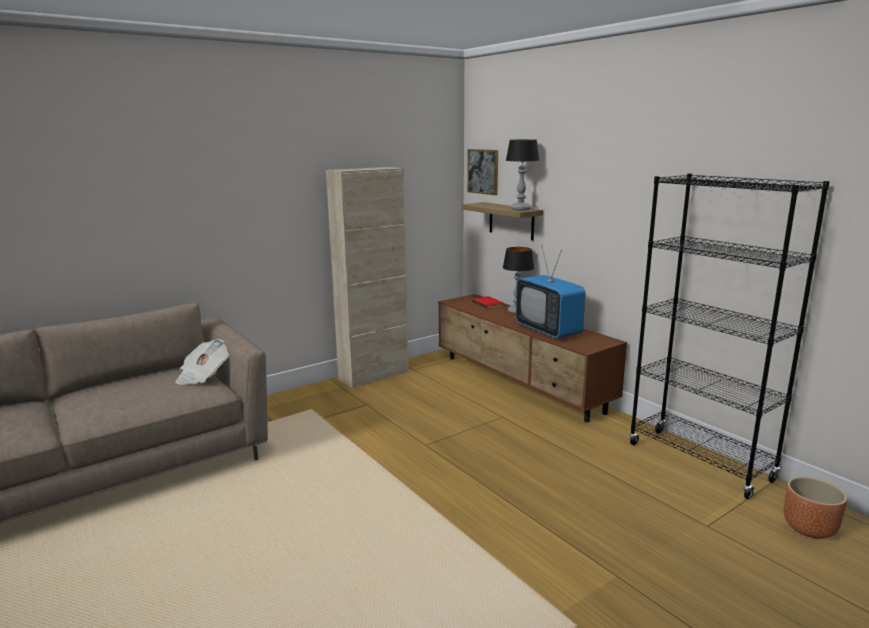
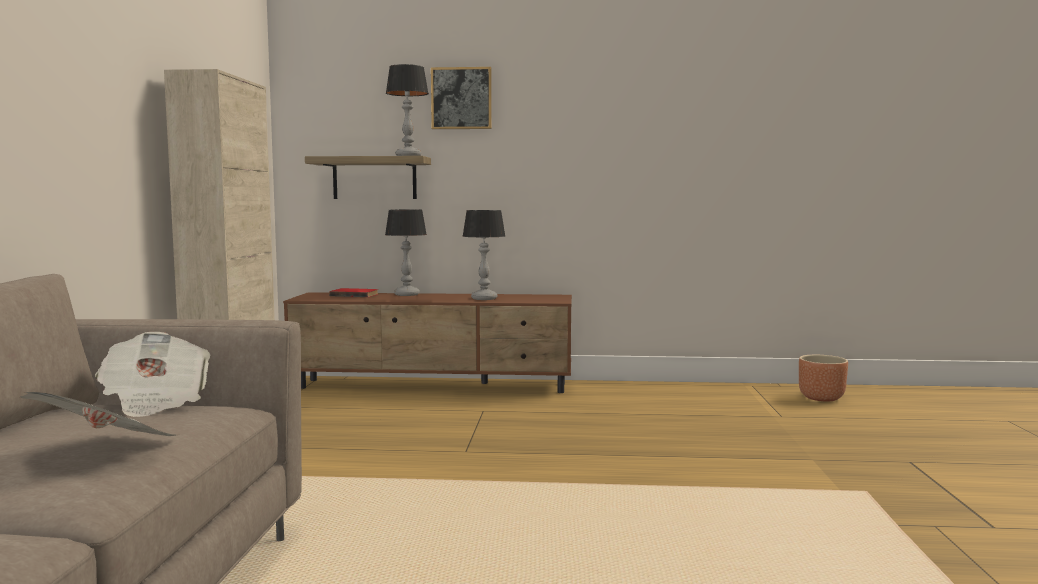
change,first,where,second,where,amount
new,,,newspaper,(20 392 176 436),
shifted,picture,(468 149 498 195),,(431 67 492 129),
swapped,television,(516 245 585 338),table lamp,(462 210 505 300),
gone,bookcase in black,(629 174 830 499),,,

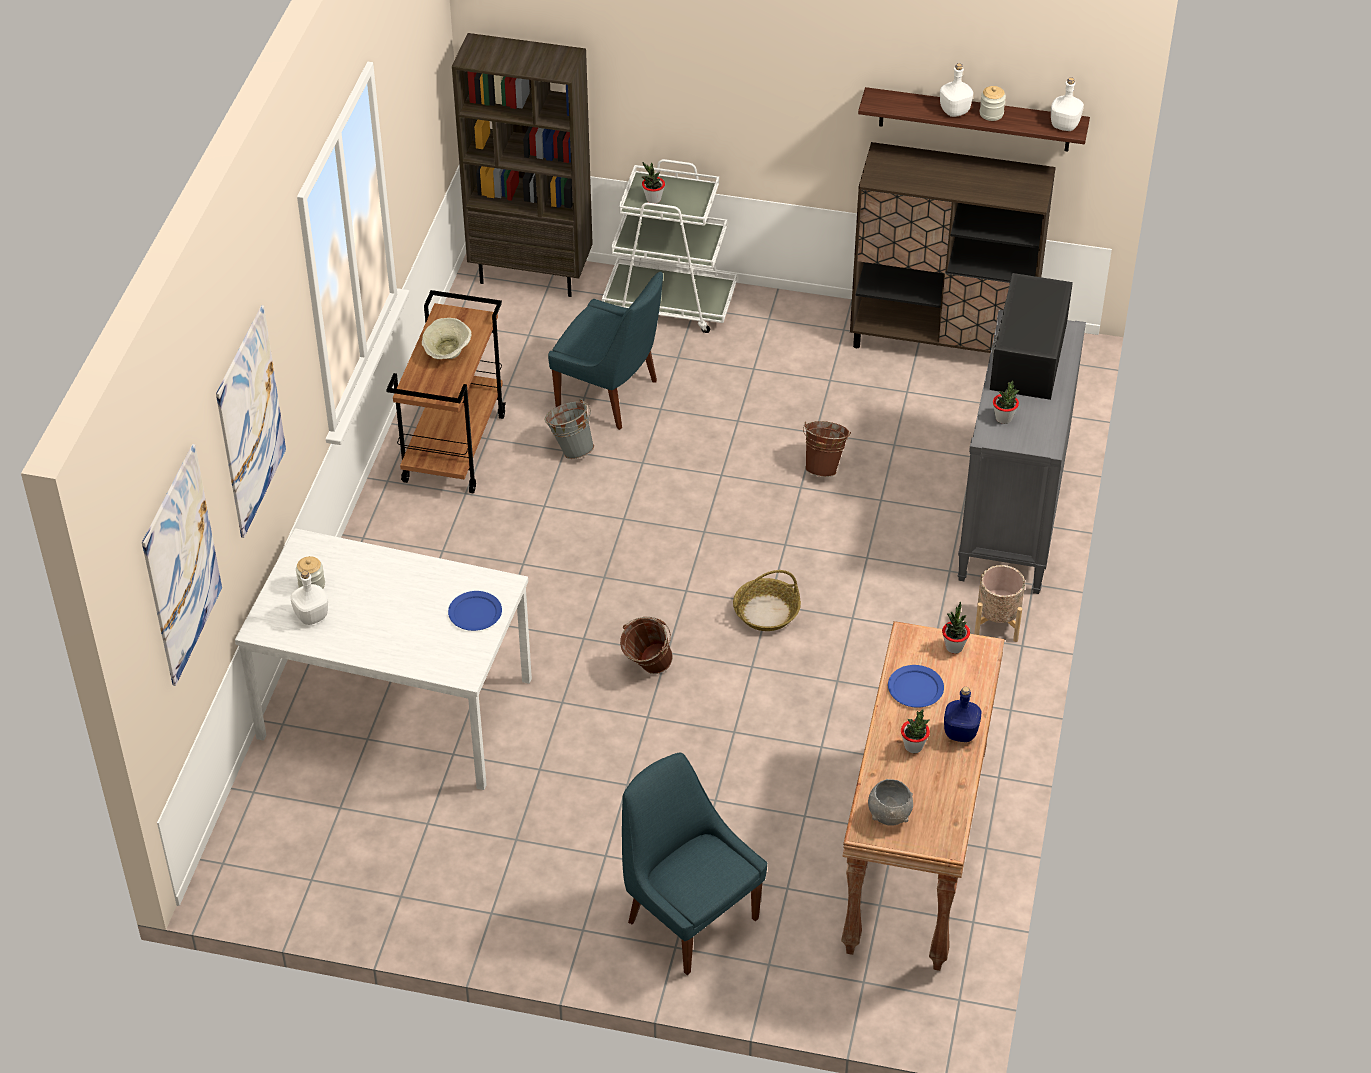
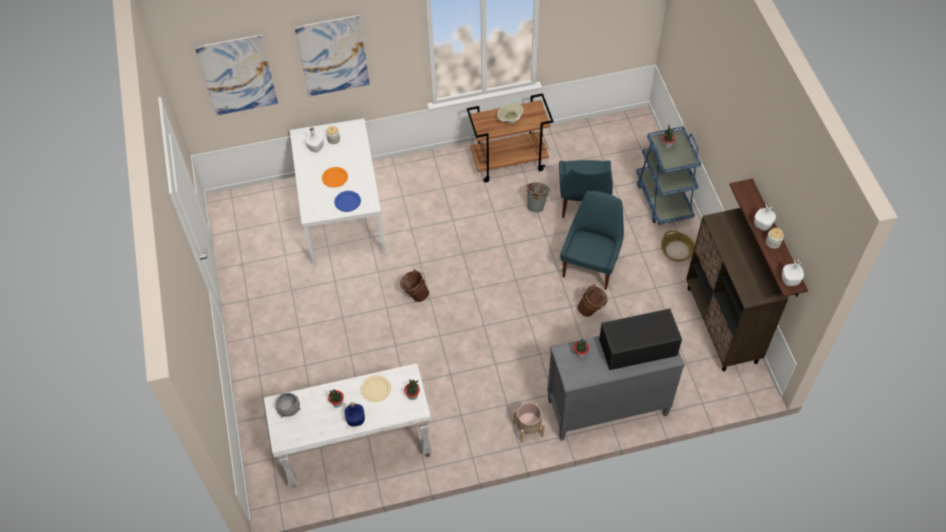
change,first,where,second,where,amount
repainted,console table in brown,(841 621 1005 971),console table in white,(264 363 432 488),
new,,,plate in orange,(322 167 348 188),
repainted,plate in blue,(888 665 944 708),plate in beige,(361 375 391 402),
shifted,chair in blue,(622 753 767 975),,(560 191 624 290),
repainted,cart in white,(602 159 737 333),cart in blue,(636 126 701 225),
shifted,basket,(733 570 801 631),,(661 230 695 261),
gone,bookcase in brown,(452 33 593 297),,,

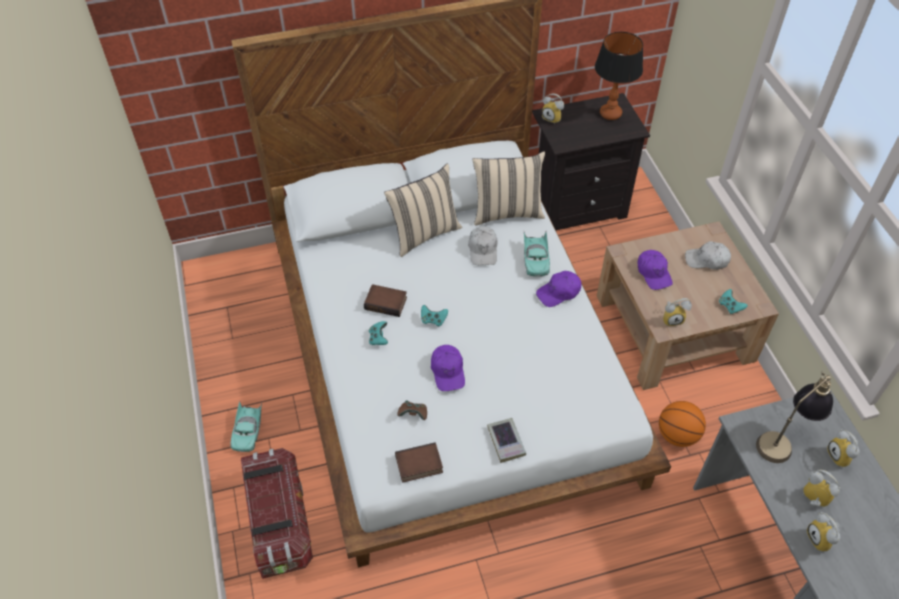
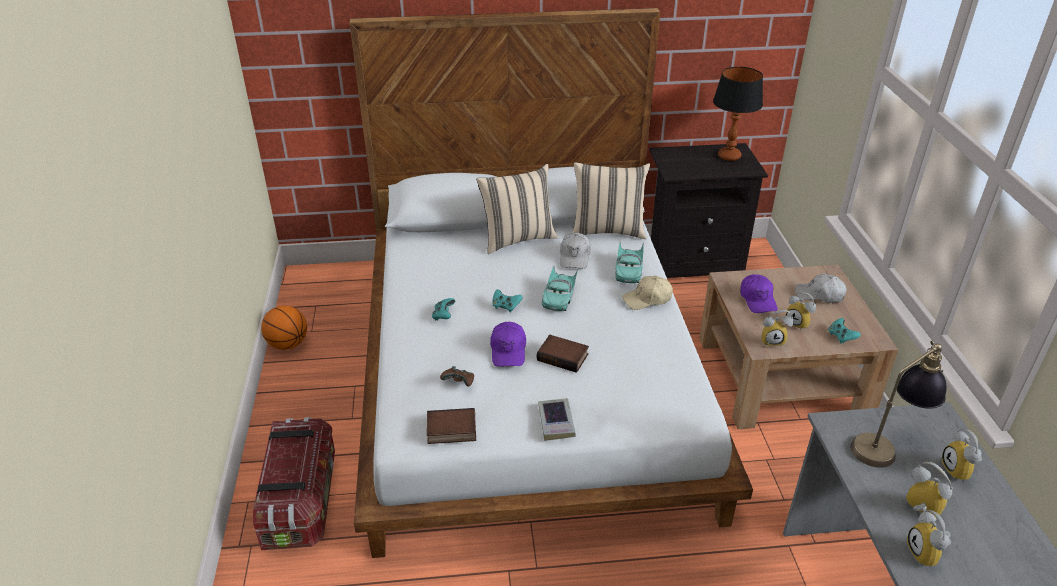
change,first,where,second,where,amount
shifted,basketball,(659 401 706 447),,(261 305 307 350),
shifted,book,(364 284 407 317),,(537 335 589 373),
shifted,toy car in turquoise,(230 401 262 452),,(542 266 578 311),
repainted,cap in purple,(536 271 581 307),cap in beige,(622 276 673 310),
shifted,alarm clock,(542 94 564 124),,(786 292 816 330),

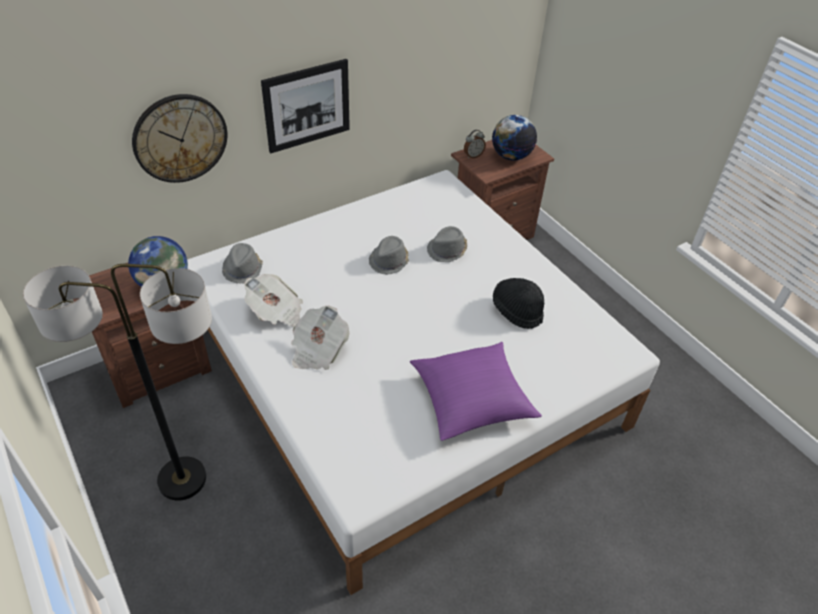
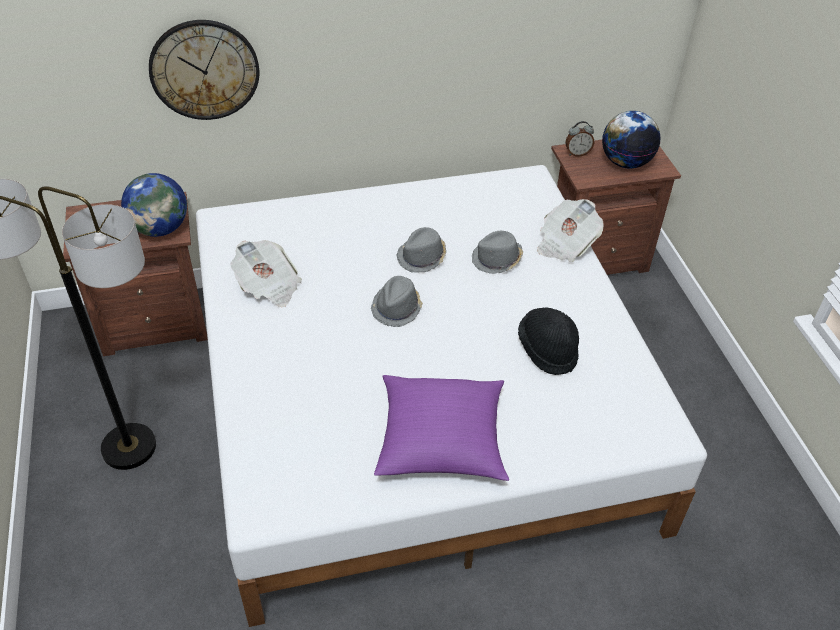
change,first,where,second,where,amount
shifted,hat in grey,(222 243 263 284),,(371 276 423 327),
shifted,newspaper,(291 306 349 370),,(537 199 604 262),
gone,picture,(261 59 350 153),,,

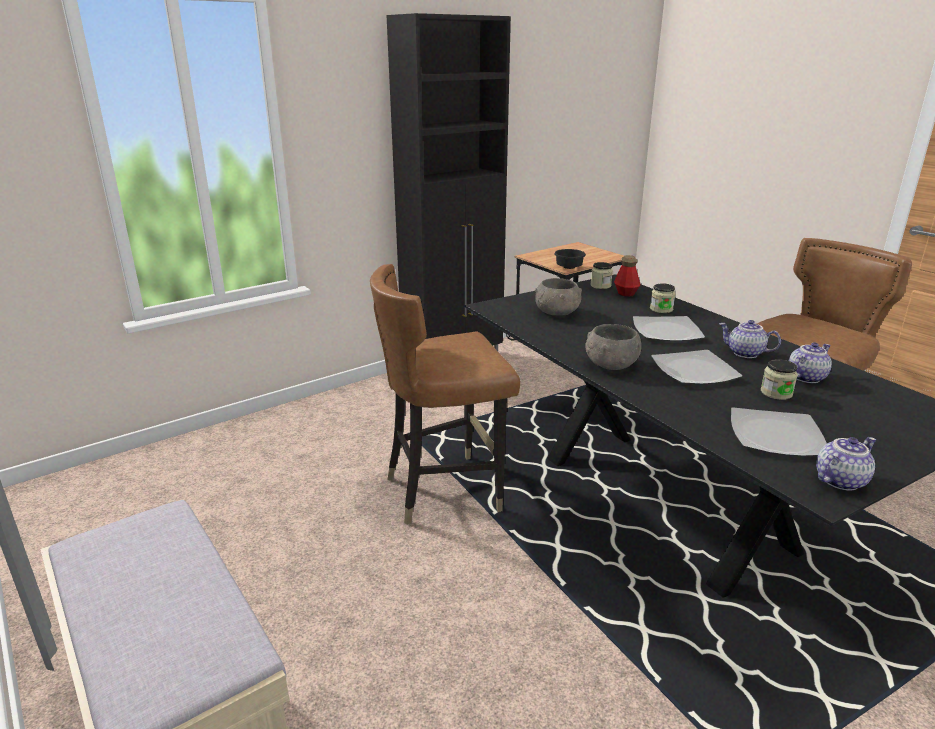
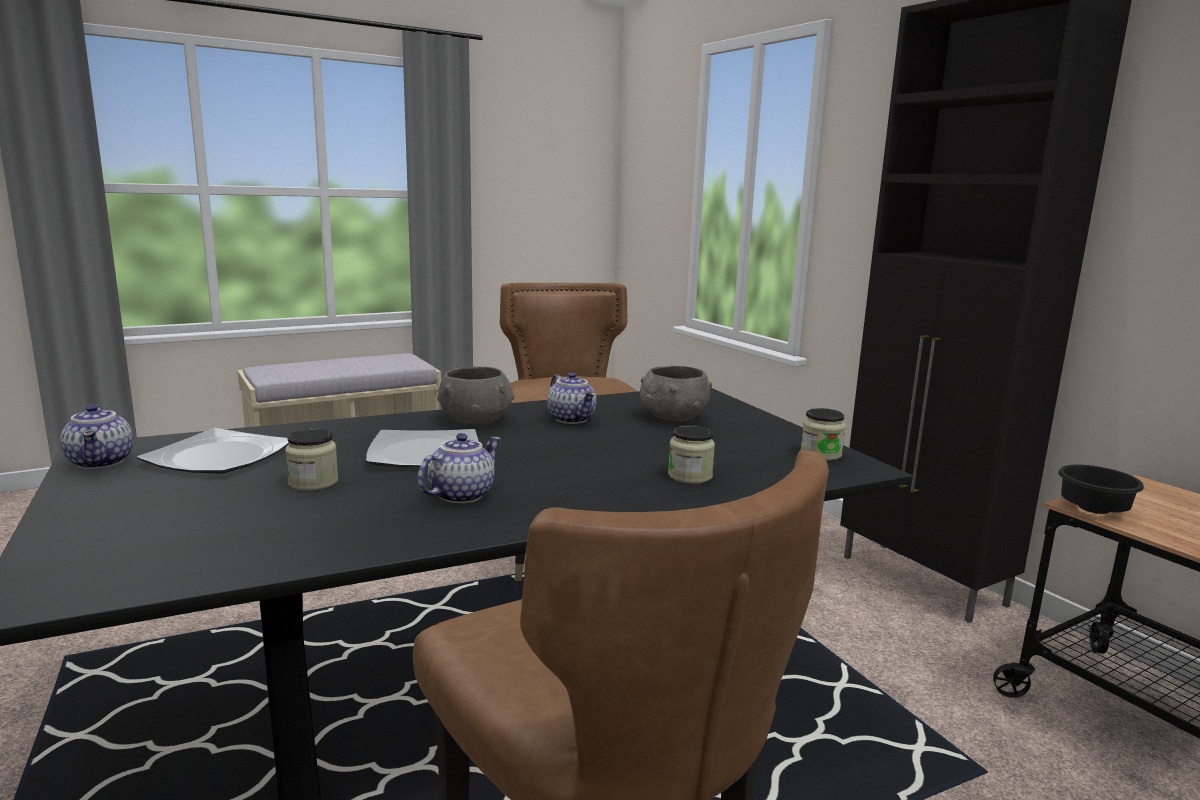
change,first,where,second,where,amount
shifted,teapot,(789 342 832 383),,(547 372 597 424),
gone,bottle,(614 255 641 297),,,
gone,plate,(633 316 705 341),,,

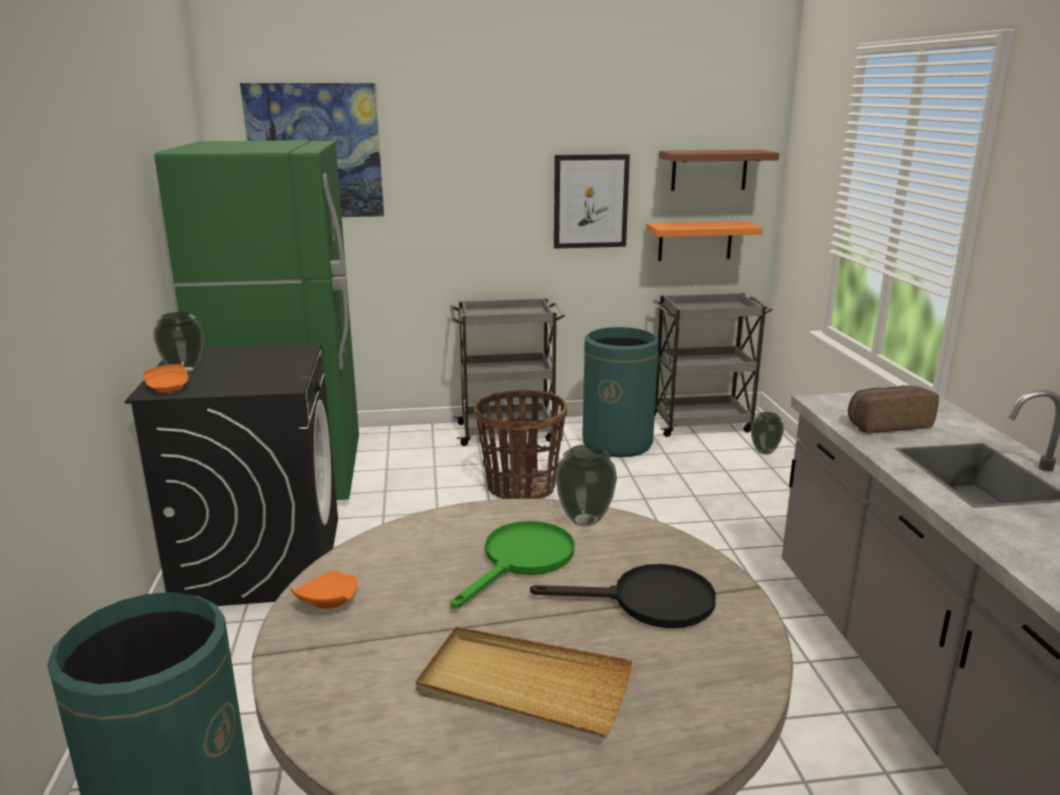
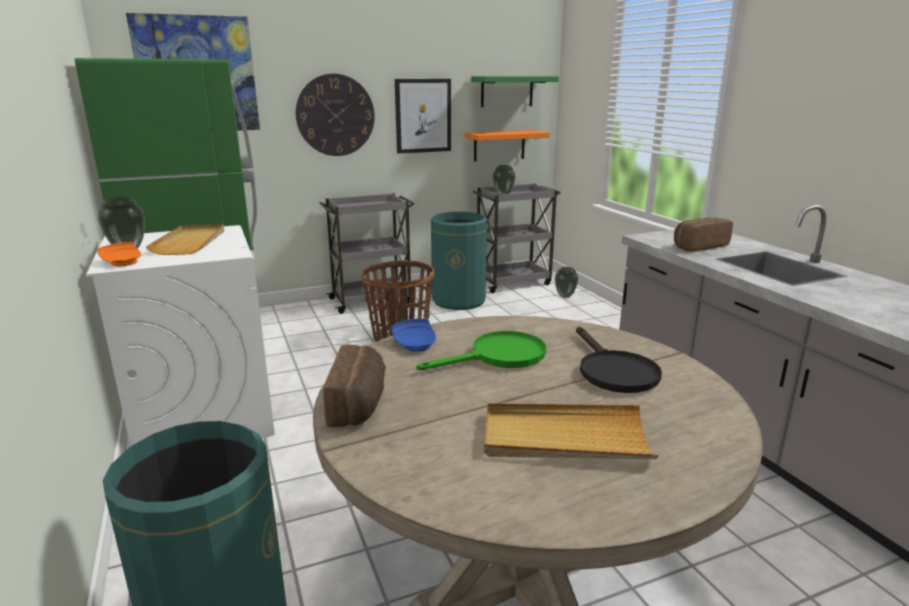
change,first,where,second,where,amount
repainted,washing machine in black,(125 343 338 606),washing machine in white,(86 225 275 447),
new,,,tray in beige,(146 224 224 255),
new,,,wall clock,(296 74 375 156),
swapped,plate in orange,(290 571 358 609),bread,(323 345 386 427),
new,,,plate in blue,(391 319 436 352),
rotated,frying pan in green,(450 521 575 609),,(416 331 547 371),45 degrees clockwise
repainted,shelf in brown,(659 150 779 191),shelf in green,(471 76 559 107),
shifted,vase,(555 445 617 526),,(492 165 516 195),
rotated,frying pan in black,(530 564 716 628),,(576 326 662 393),90 degrees clockwise

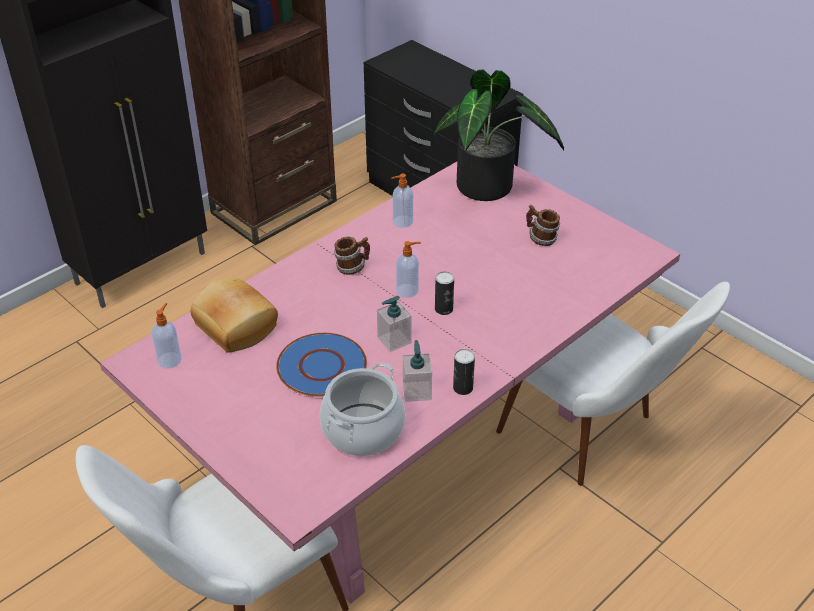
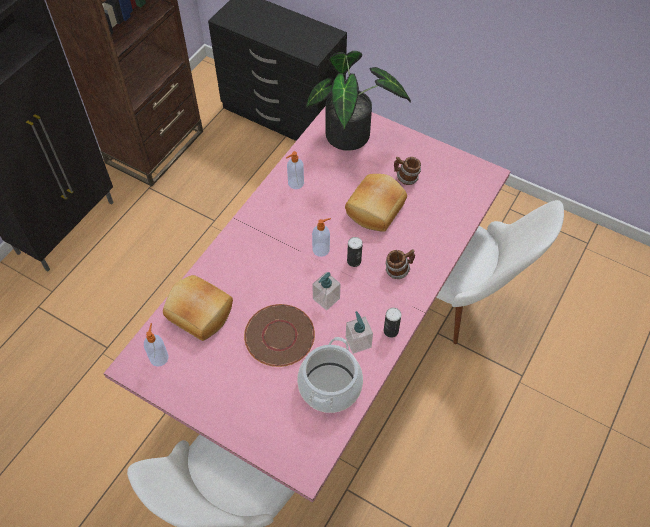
change,first,where,second,where,amount
repainted,plate in blue,(276 333 367 397),plate in brown,(244 304 315 367),
new,,,bread,(345 174 407 232),
shifted,mug,(334 237 370 275),,(386 249 415 279),

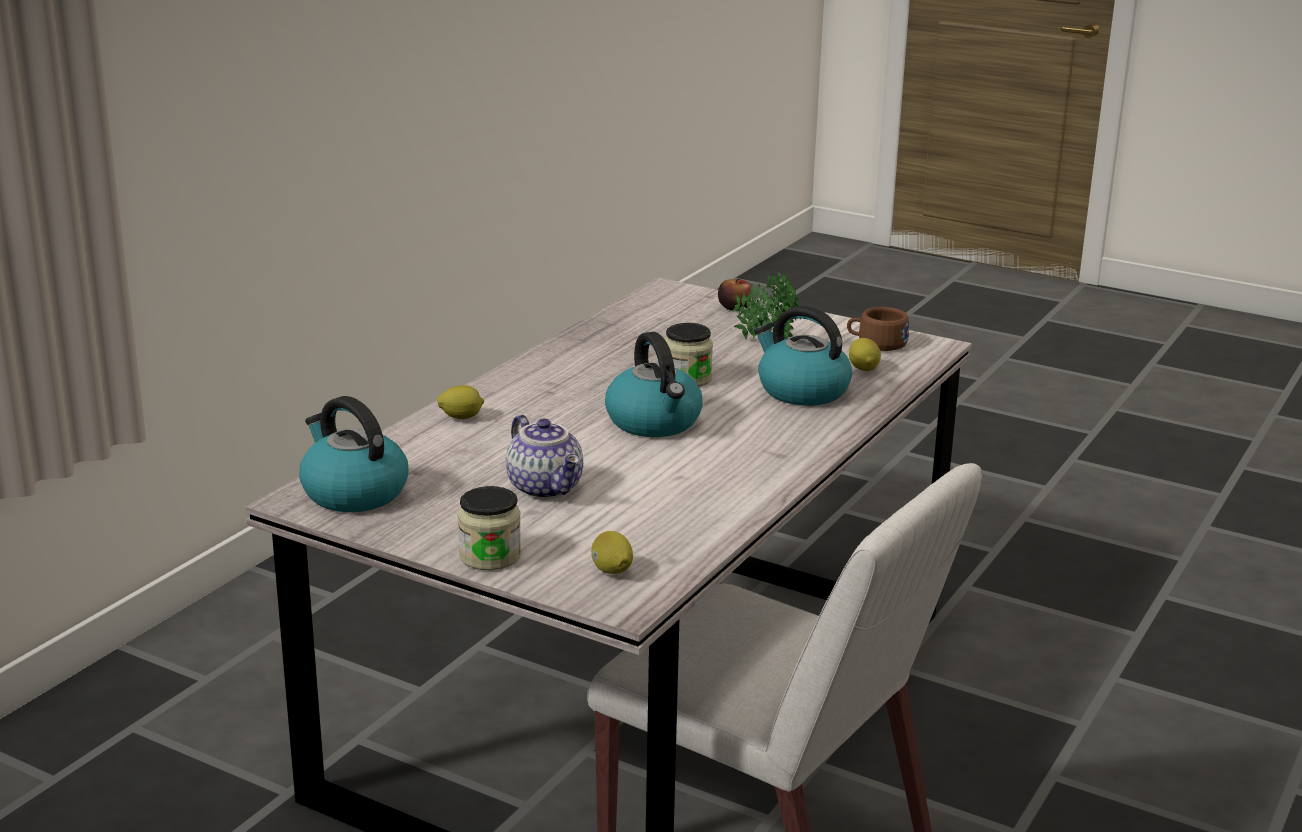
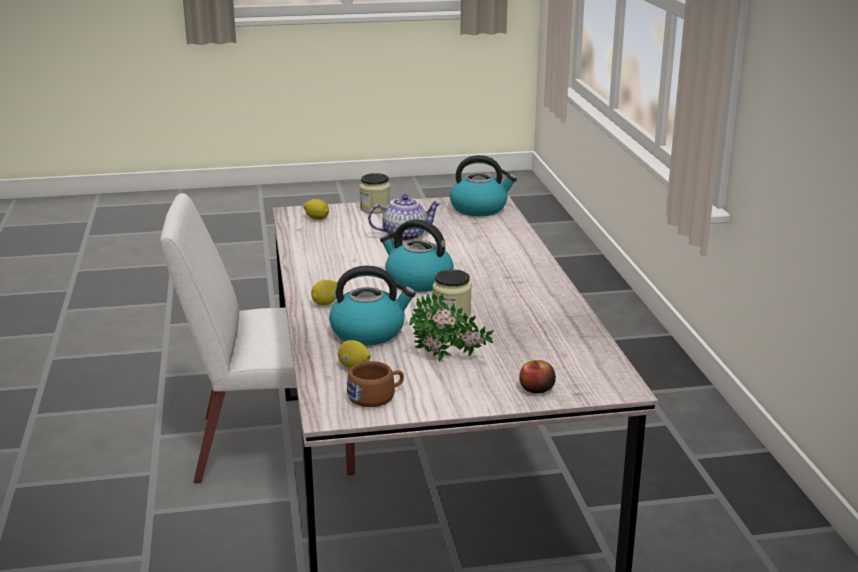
change,first,where,second,where,amount
shifted,lemon,(437 385 484 419),,(311 280 337 306),
rotated,teapot,(506 415 583 499),,(368 194 441 241),150 degrees clockwise

